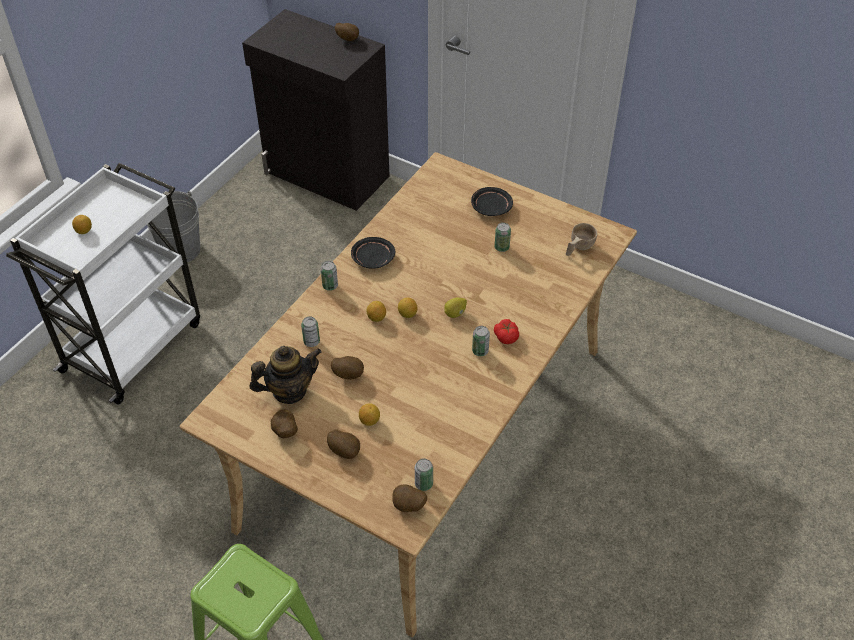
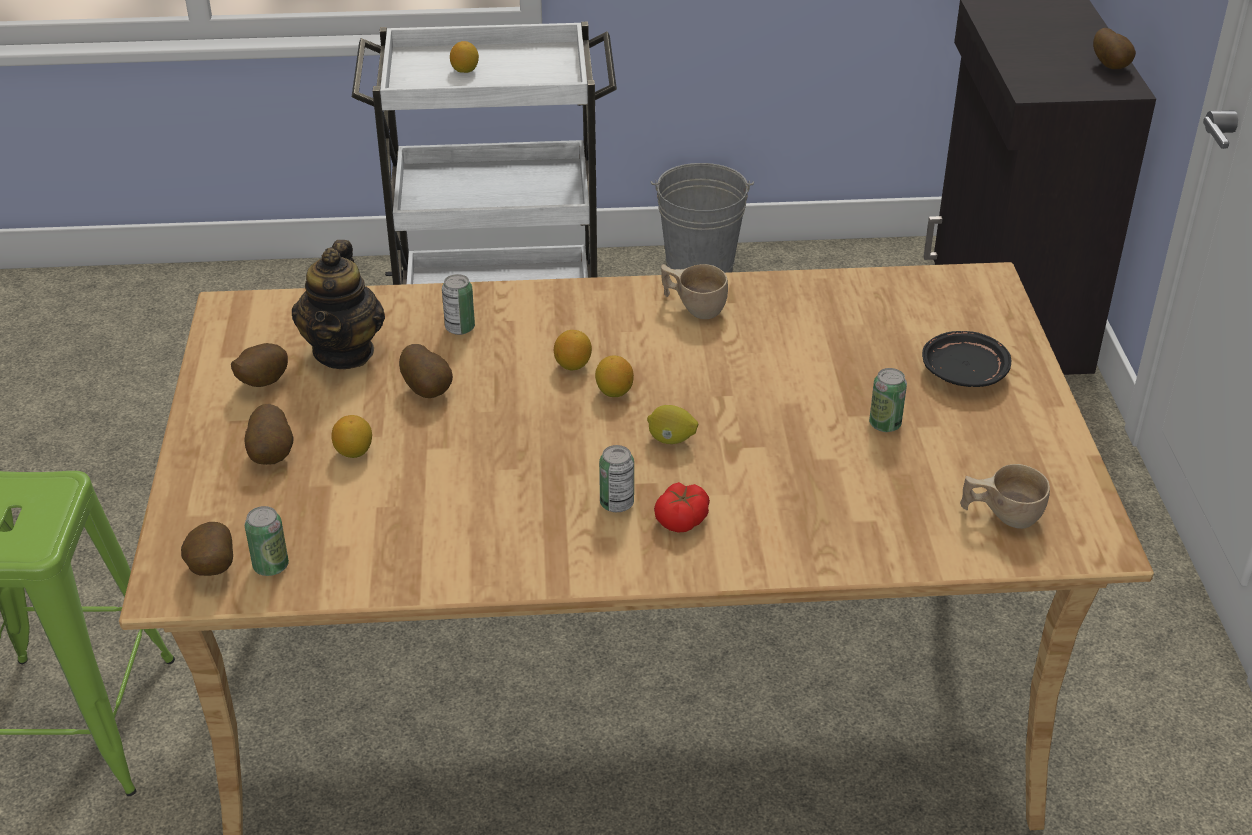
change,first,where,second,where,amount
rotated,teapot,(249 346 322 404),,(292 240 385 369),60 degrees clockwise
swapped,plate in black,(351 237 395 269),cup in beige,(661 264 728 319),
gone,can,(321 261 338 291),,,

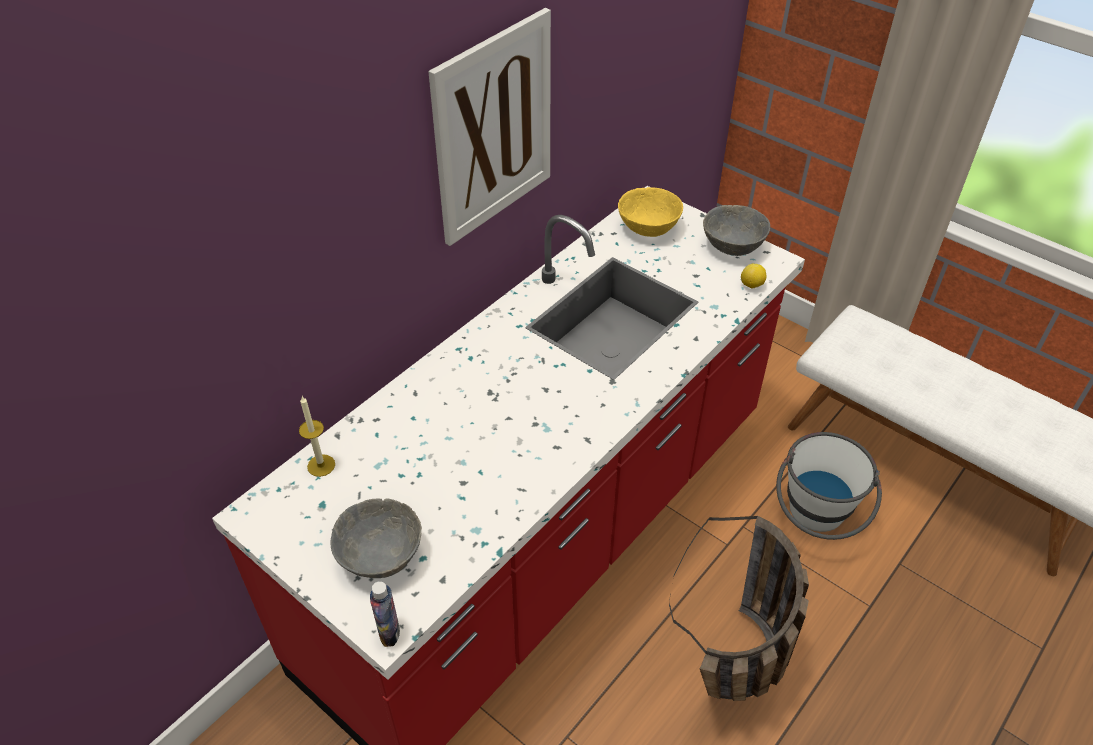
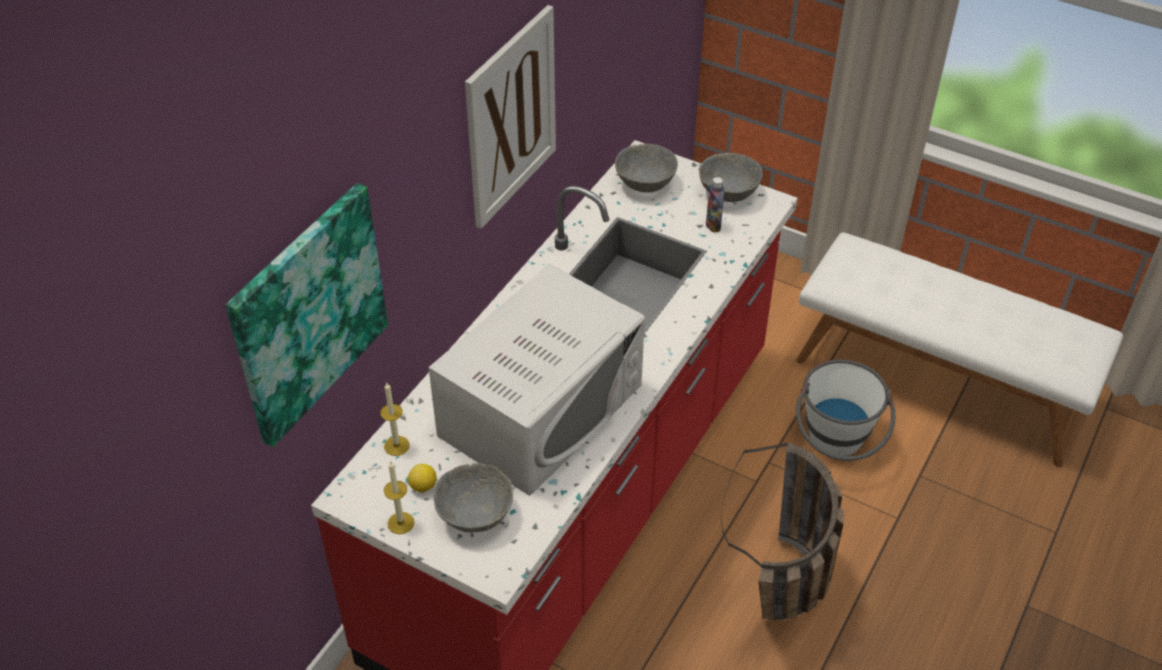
change,first,where,second,where,amount
new,,,picture,(225 183 388 447),
new,,,candle,(384 460 414 534),
shifted,lemon,(741 264 766 289),,(408 464 437 493),
new,,,microwave in white,(429 264 645 496),
repainted,bowl in yellow,(618 187 683 237),bowl in grey,(615 144 678 193),
shifted,bottle,(370 581 400 647),,(706 177 725 233),

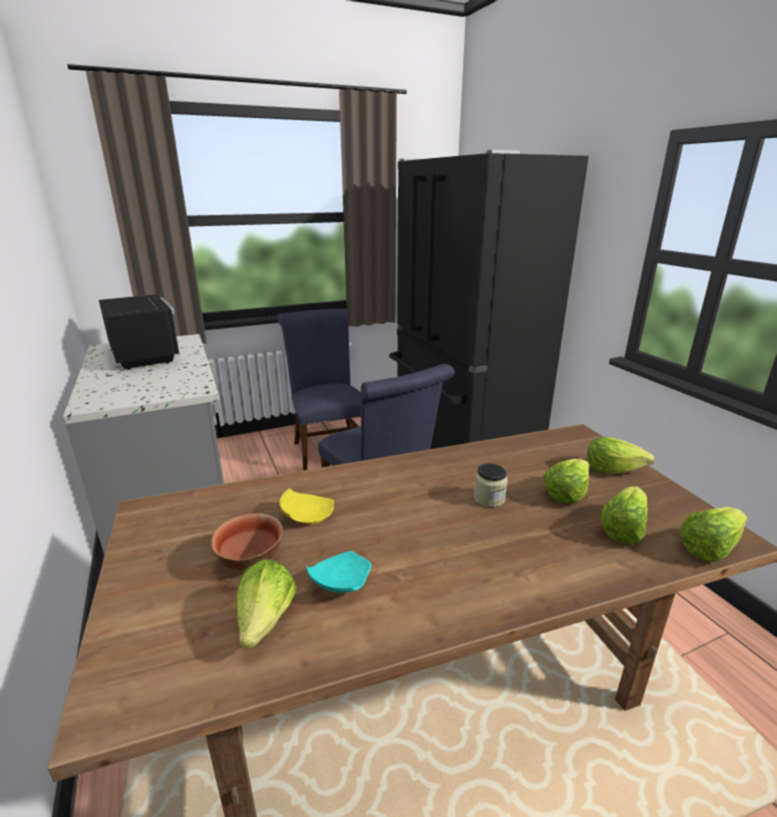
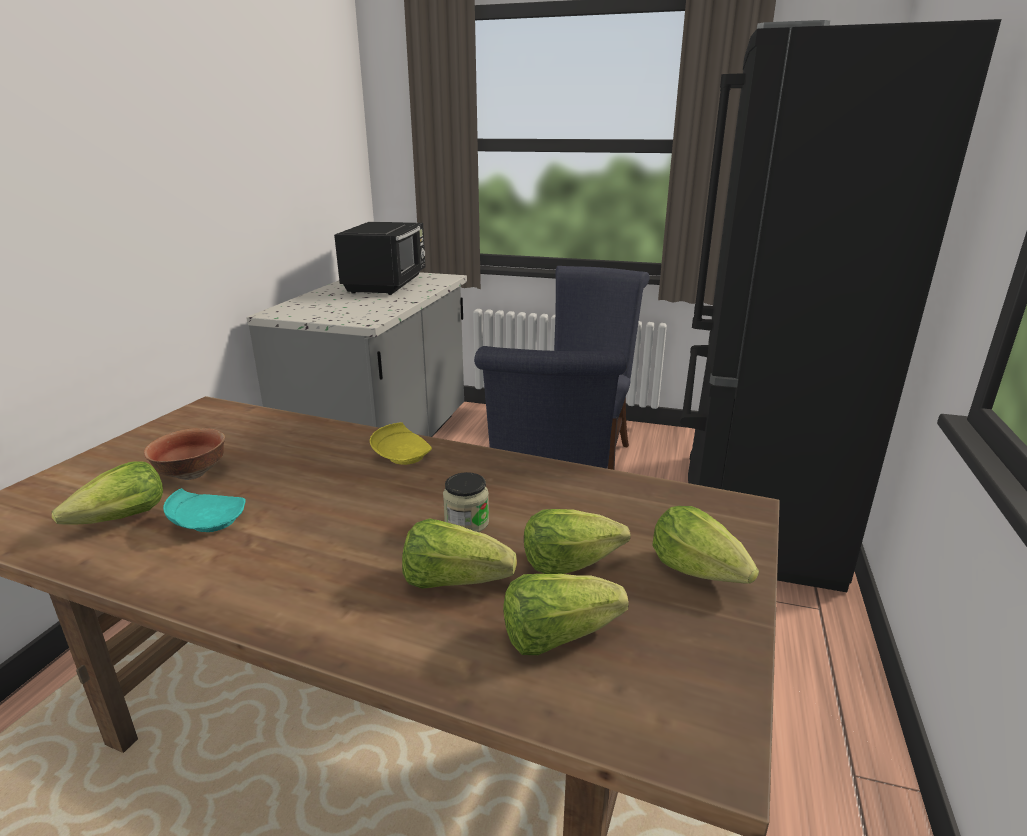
change,first,where,second,where,amount
shifted,plate in yellow,(280 489 334 524),,(370 422 432 465),
shifted,lettuce,(680 507 747 562),,(402 518 517 589),

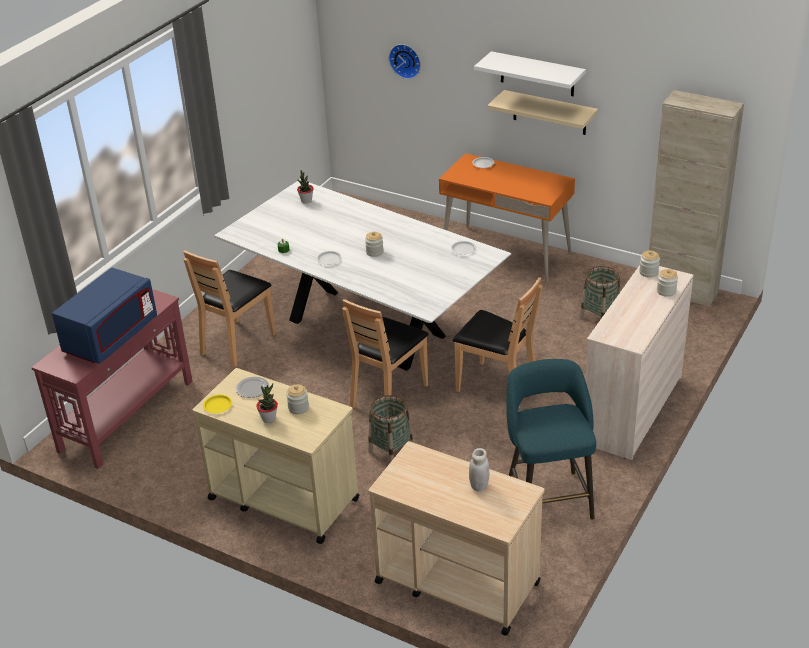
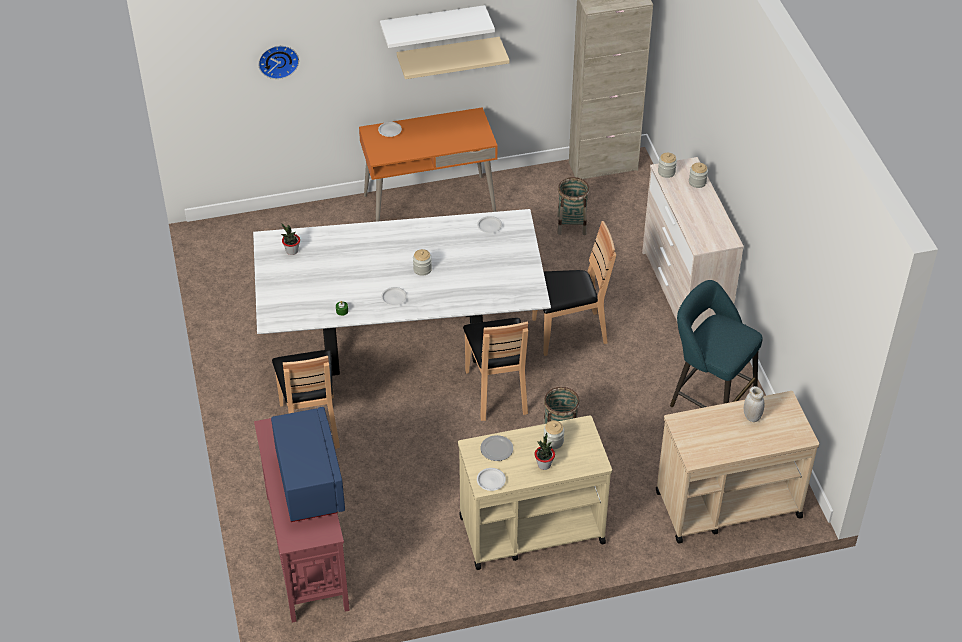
change,first,where,second,where,amount
repainted,plate in yellow,(203 395 232 413),plate in white,(477 468 506 491),

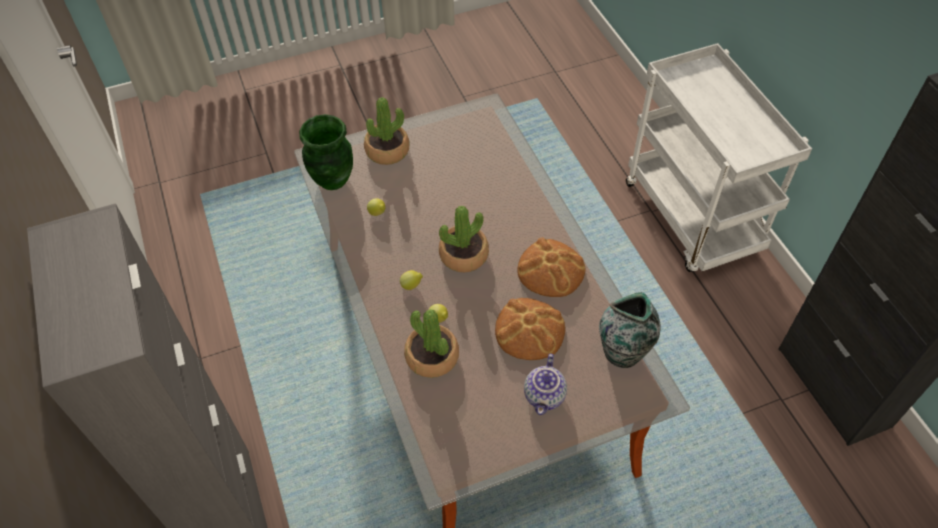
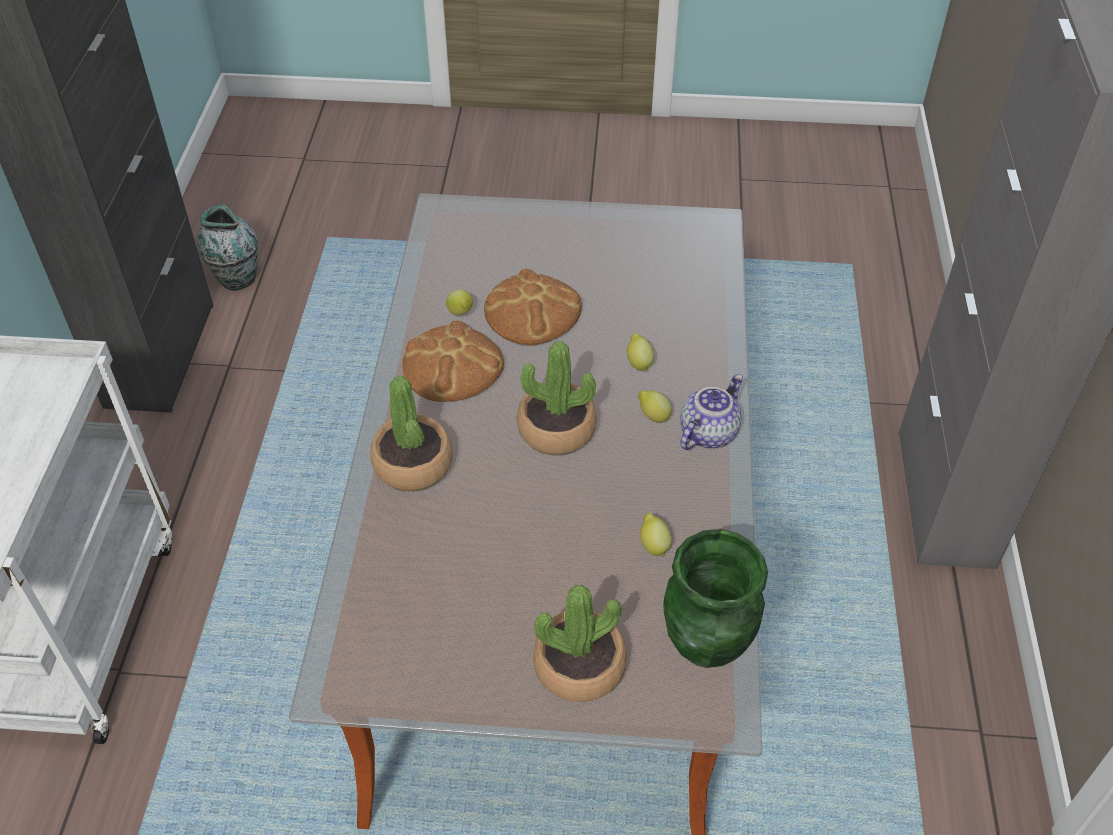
change,first,where,second,where,amount
shifted,vase,(599 292 661 368),,(197 205 259 291),
shifted,potted plant,(404 309 459 378),,(370 376 453 491),
new,,,lemon,(446 289 473 315),
shifted,teapot,(524 353 567 415),,(680 374 743 450),

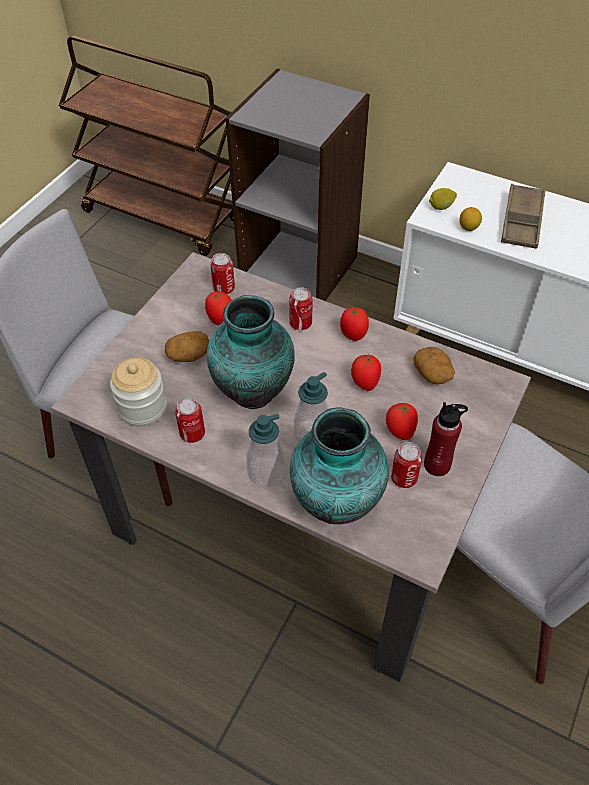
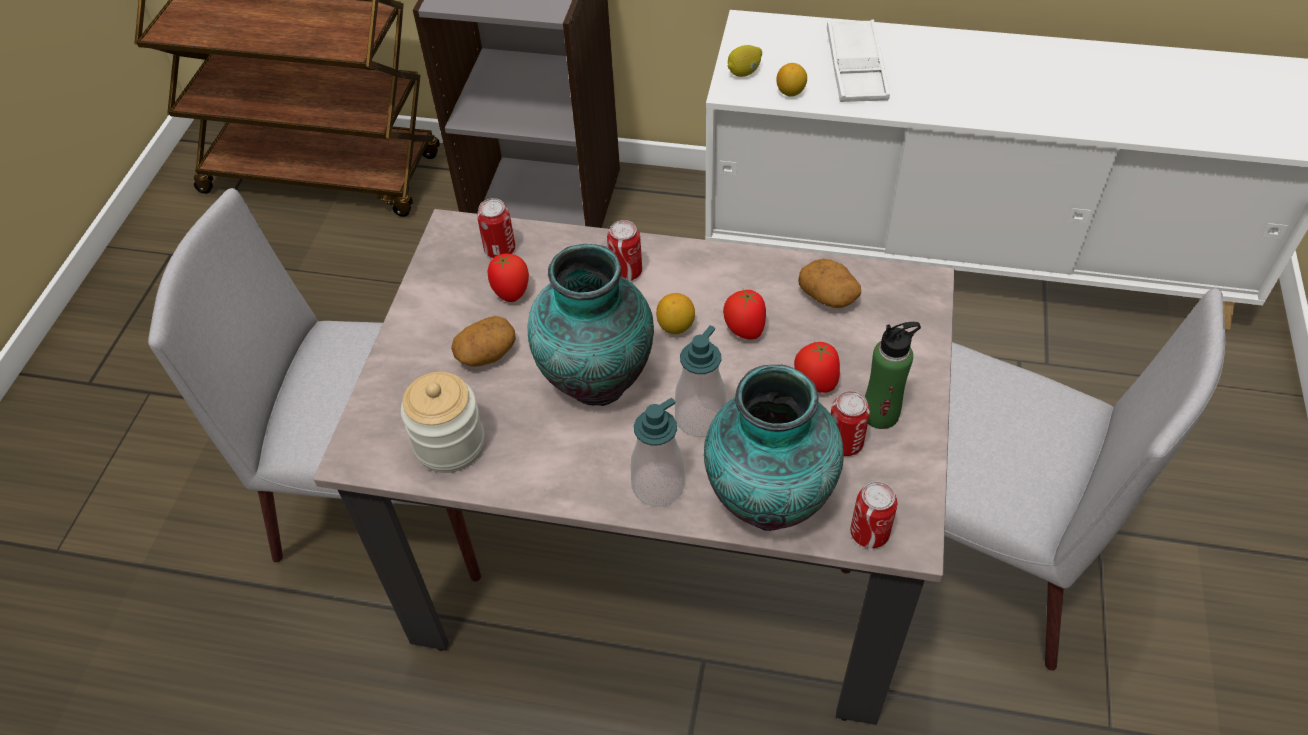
change,first,where,second,where,amount
new,,,lemon,(656 293 695 334),
repainted,tray in brown,(501 184 546 249),tray in white,(827 20 890 102),
shifted,can,(175 398 205 443),,(850 481 898 548),
repainted,bottle in red,(424 402 468 476),bottle in green,(865 322 921 429),
gone,tomato,(340 307 369 341),,,

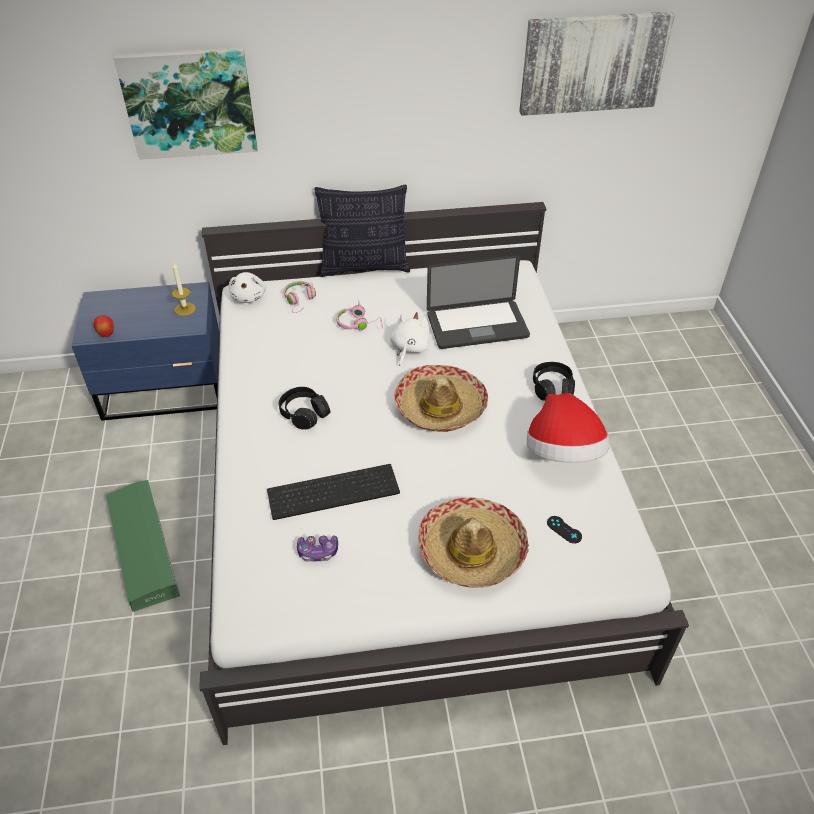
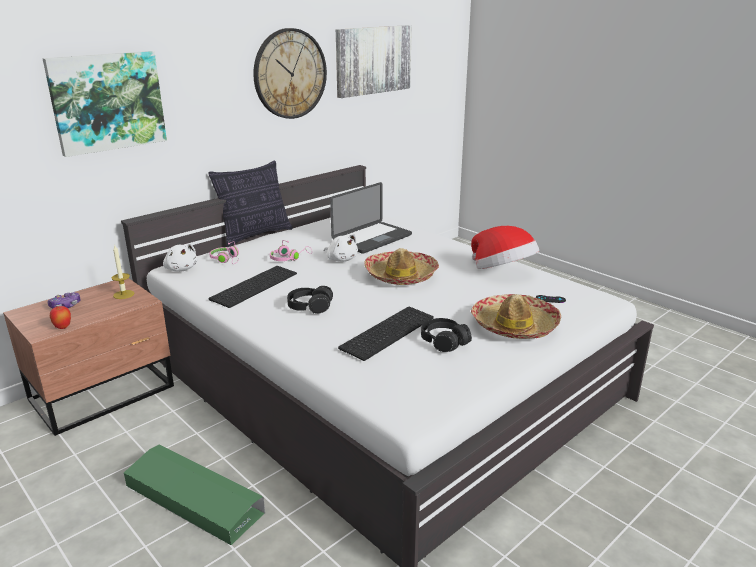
change,first,where,second,where,amount
repainted,nightstand in blue,(72 282 219 421),nightstand in brown,(3 278 174 436),
shifted,game controller,(297 536 338 562),,(48 292 80 308),
new,,,keyboard,(209 266 297 308),
new,,,wall clock,(253 28 327 119),
rotated,plush toy in white,(390 312 430 366),,(324 234 358 262),150 degrees clockwise
shifted,headphones in black,(533 362 575 401),,(421 318 472 352),

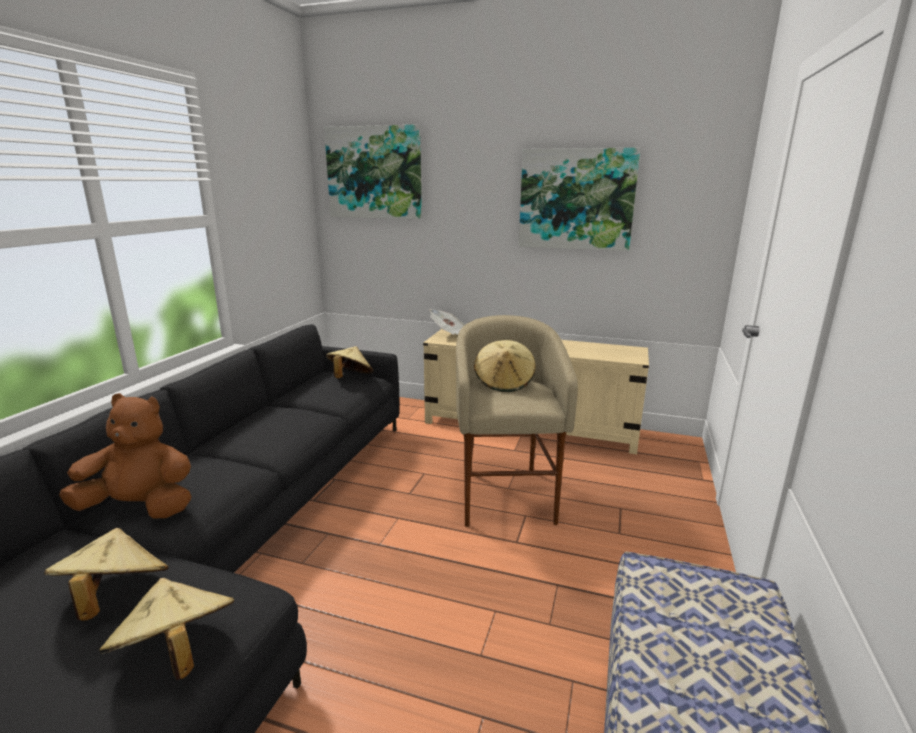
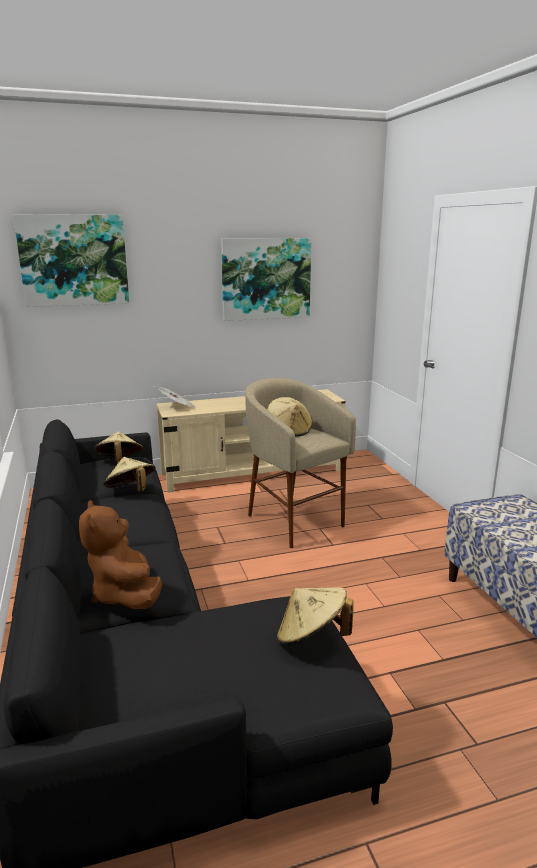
change,first,where,second,where,amount
rotated,plush toy in brown,(59 393 192 519),,(79 500 162 609),75 degrees counterclockwise
shifted,hat in beige,(44 528 169 621),,(103 457 155 491),

